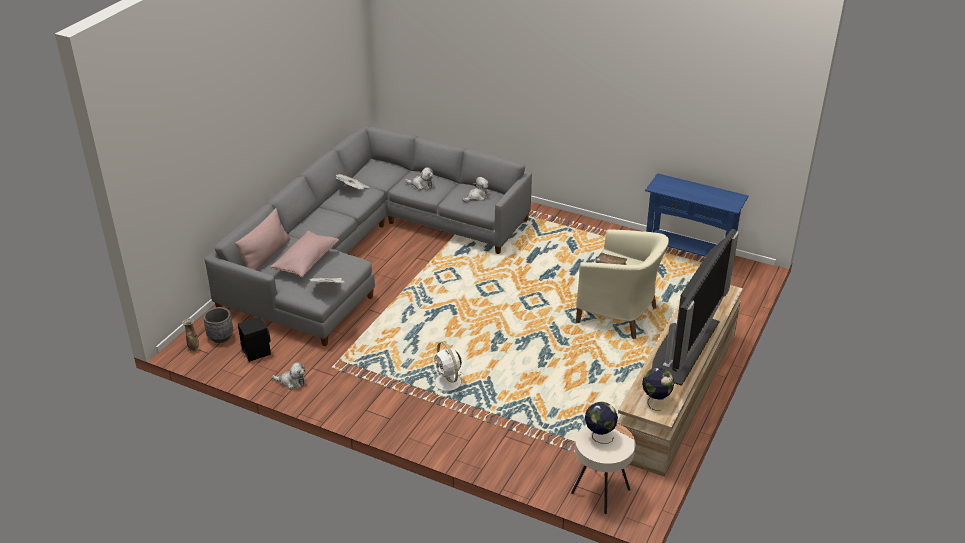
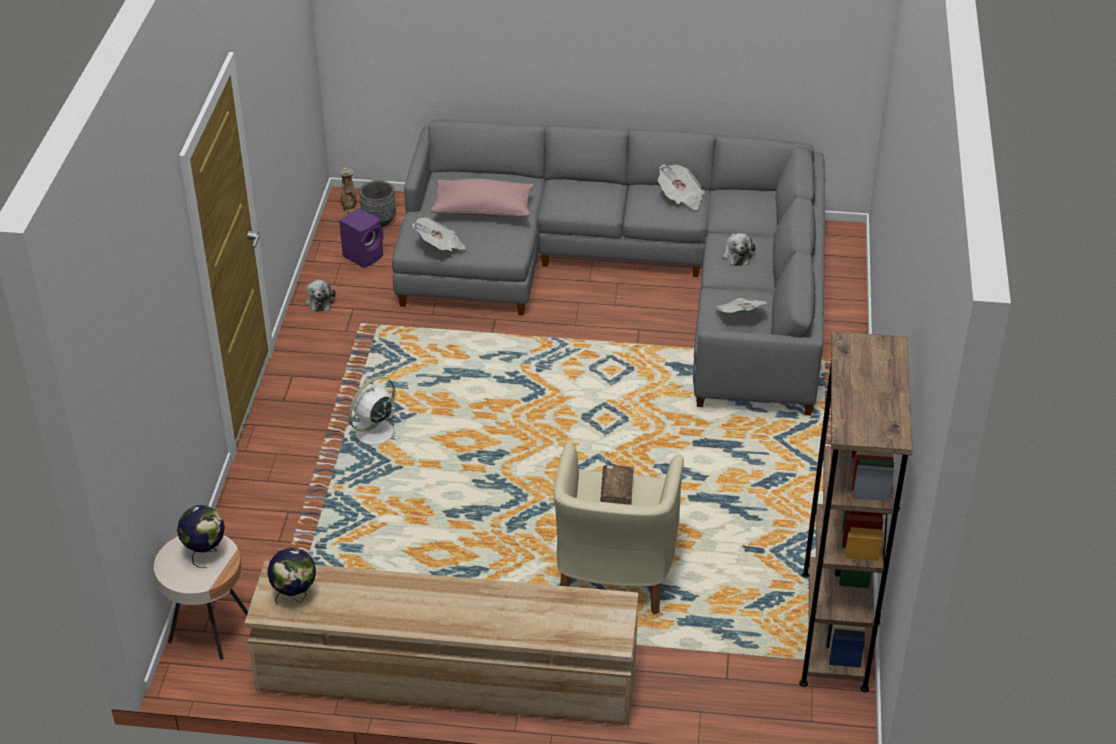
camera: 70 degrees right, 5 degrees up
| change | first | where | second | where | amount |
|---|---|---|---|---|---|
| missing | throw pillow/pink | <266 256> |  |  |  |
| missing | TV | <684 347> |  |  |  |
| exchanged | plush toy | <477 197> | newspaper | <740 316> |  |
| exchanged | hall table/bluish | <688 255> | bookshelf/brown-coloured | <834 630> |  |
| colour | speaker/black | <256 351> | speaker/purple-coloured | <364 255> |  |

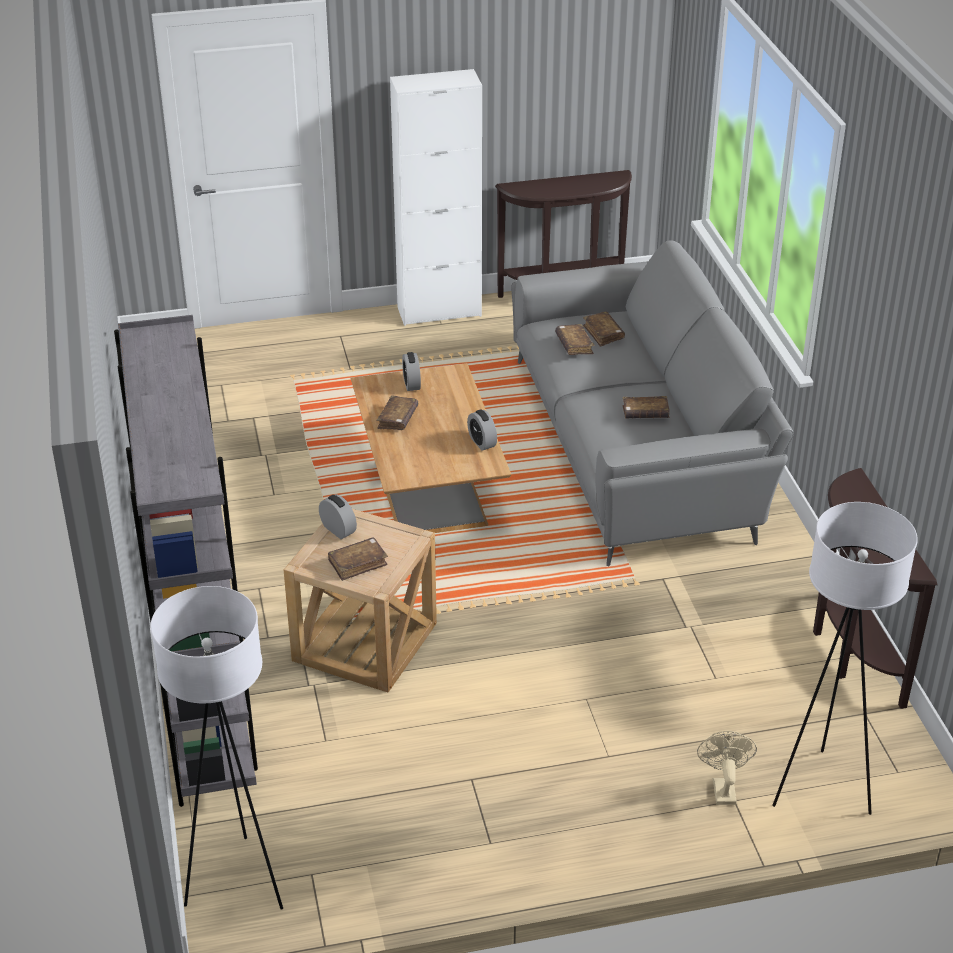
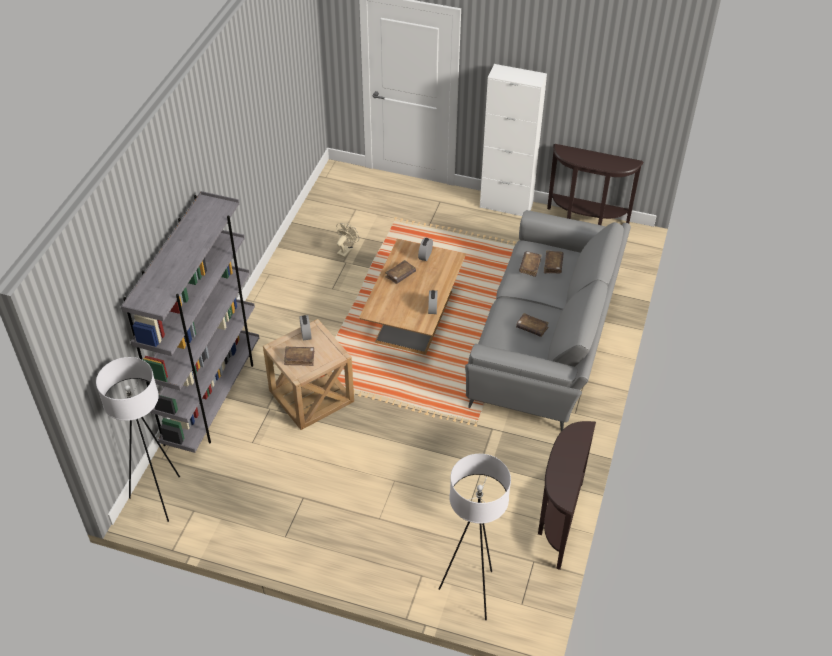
camera: 30 degrees right, 10 degrees up
| change | first | where | second | where | amount |
|---|---|---|---|---|---|
| relocated | fan/beige-coloured | <723 788> |  | <346 250> |  |

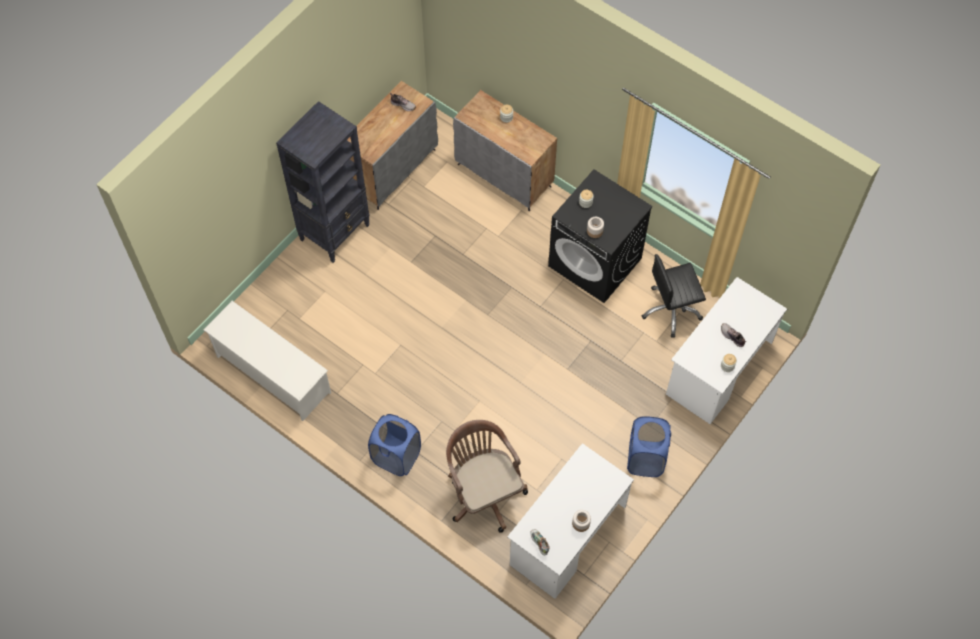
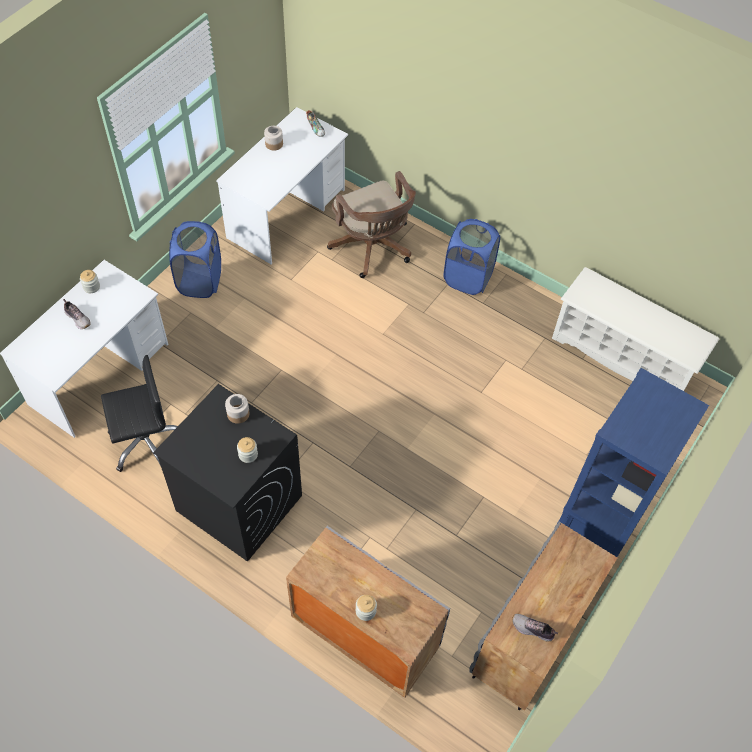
camera: 175 degrees right, 5 degrees down
| change | first | where | second | where | amount |
|---|---|---|---|---|---|
| colour | bookshelf/black | <335 232> | bookshelf/bluish | <591 536> |  |

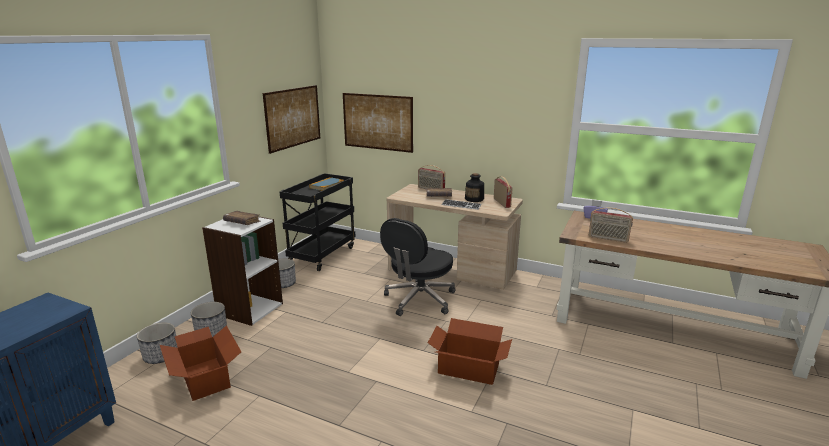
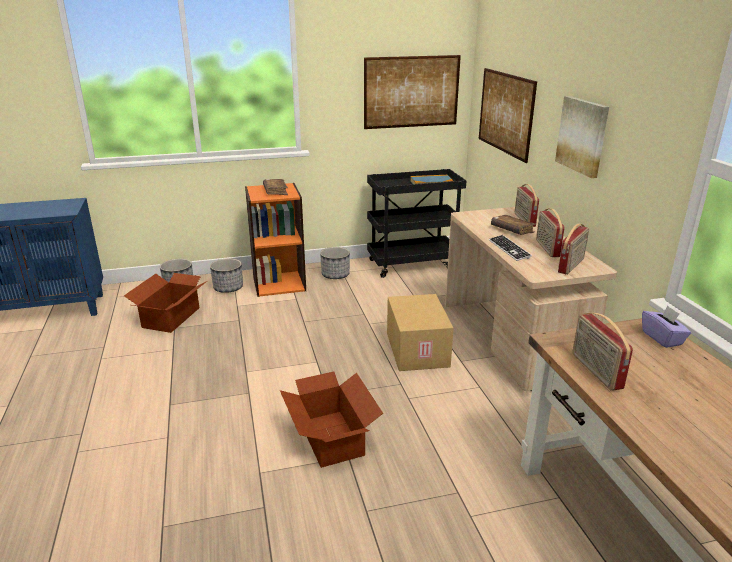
camera: 50 degrees right, 5 degrees up
| change | first | where | second | where | amount |
|---|---|---|---|---|---|
| appeared |  |  | wall picture | <583 135> |  |
| exchanged | computer chair/black | <419 300> | cardboard box | <416 349> |  |
| exchanged | beverage bottle | <474 199> | radio receiver | <546 248> |  |
| colour | bookshelf/white | <249 309> | bookshelf/orange-coloured | <279 283> |  |

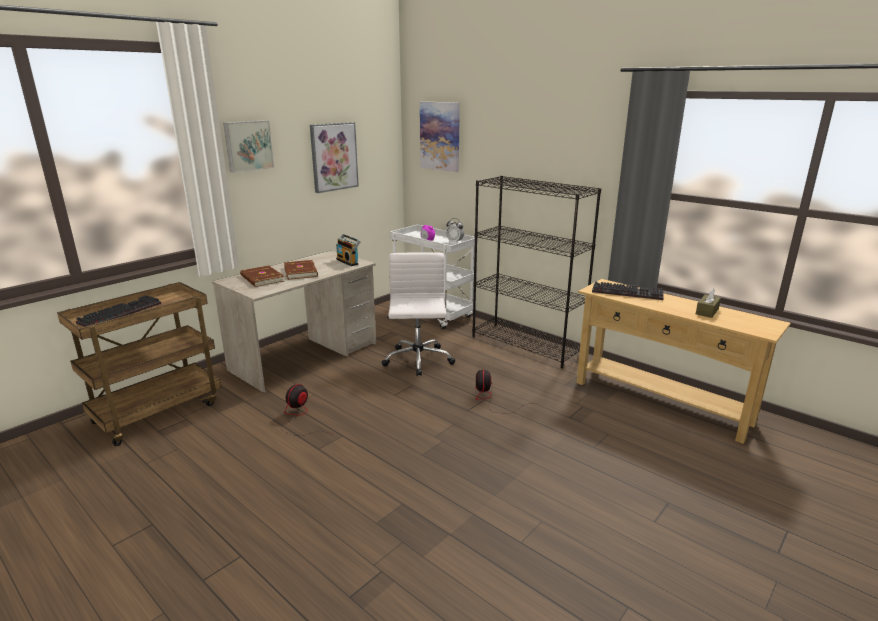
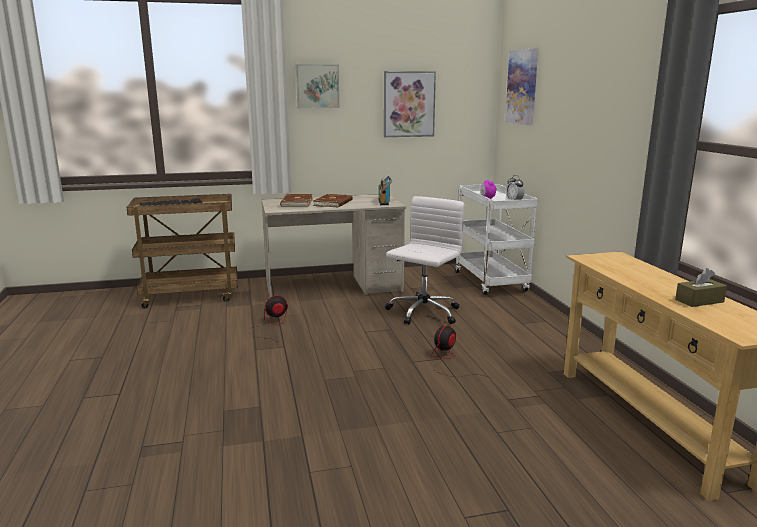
camera: 35 degrees right, 5 degrees down
| change | first | where | second | where | amount |
|---|---|---|---|---|---|
| missing | bookshelf/black | <526 345> |  |  |  |
| missing | computer keyboard | <628 292> |  |  |  |

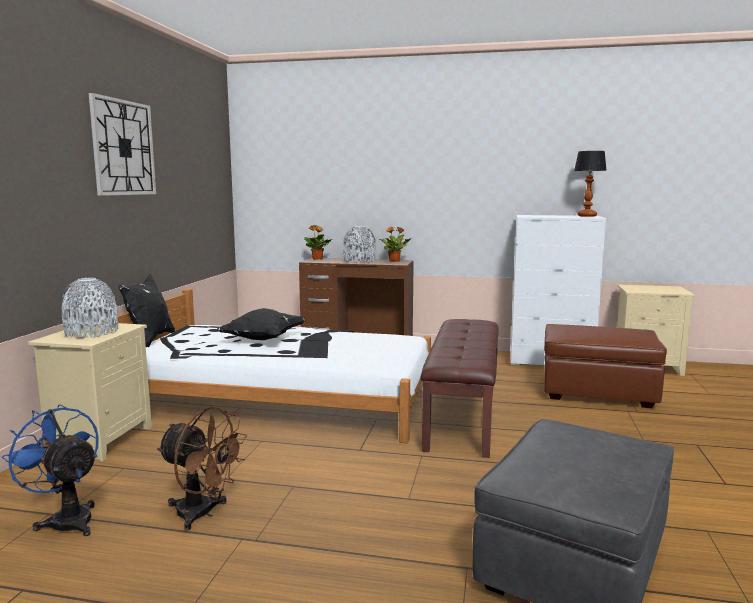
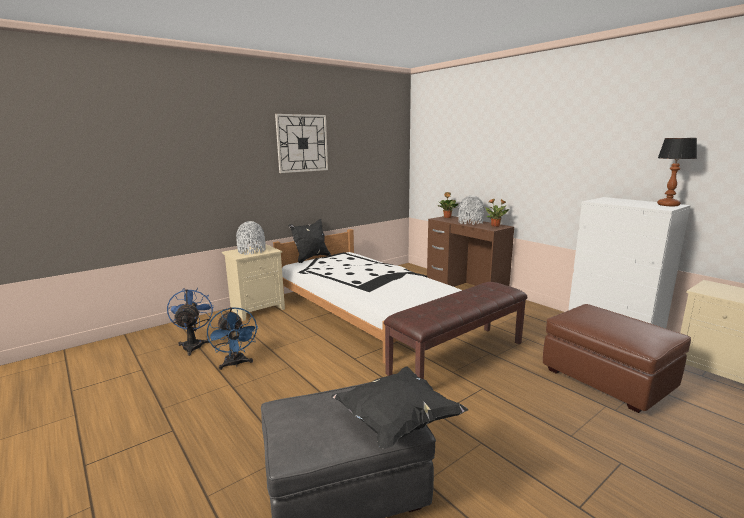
camera: 40 degrees right, 5 degrees up
| change | first | where | second | where | amount |
|---|---|---|---|---|---|
| relocated | throw pillow/black | <263 340> |  | <397 422> |  |
| colour | fan/brown-coloured | <203 514> | fan/bluish | <235 364> |  |

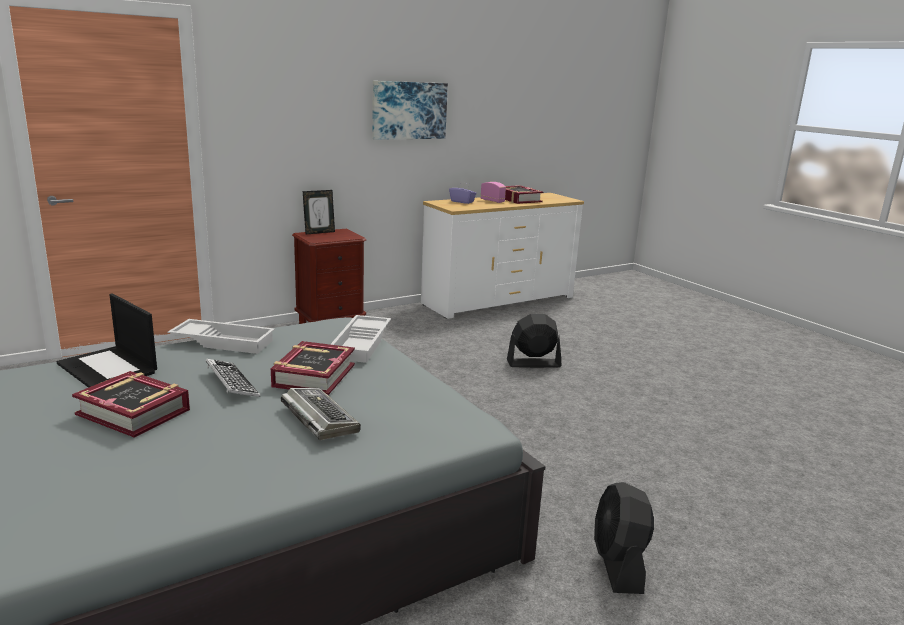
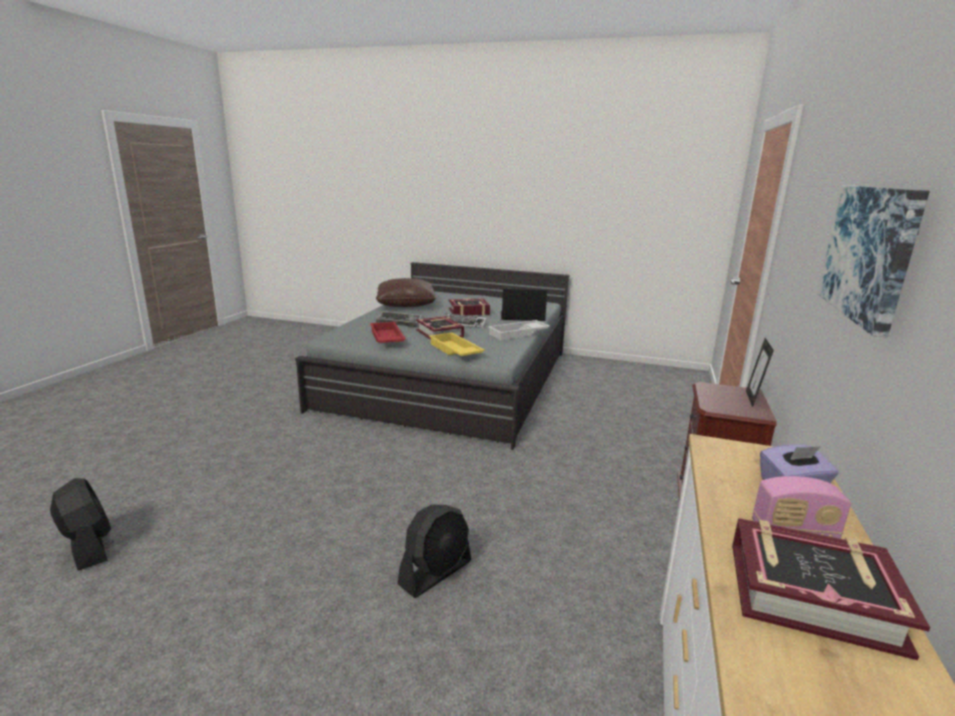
camera: 140 degrees right, 0 degrees up
| change | first | where | second | where | amount |
|---|---|---|---|---|---|
| appeared |  |  | carrying tray/red | <386 338> |  |
| appeared |  |  | throw pillow/brown-coloured | <406 304> |  |
| relocated | fan/black | <618 564> |  | <88 546> |  |
| colour | carrying tray/white | <362 344> | carrying tray/yellow-coloured | <454 351> |  |

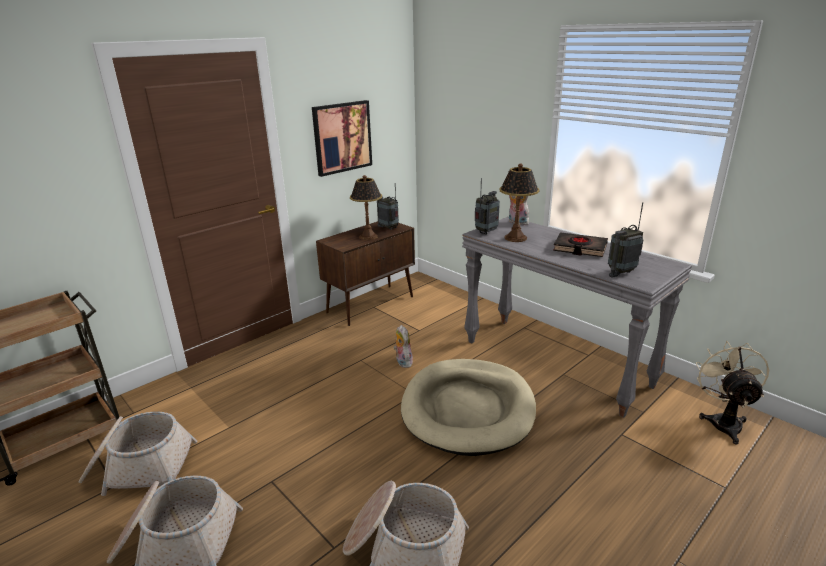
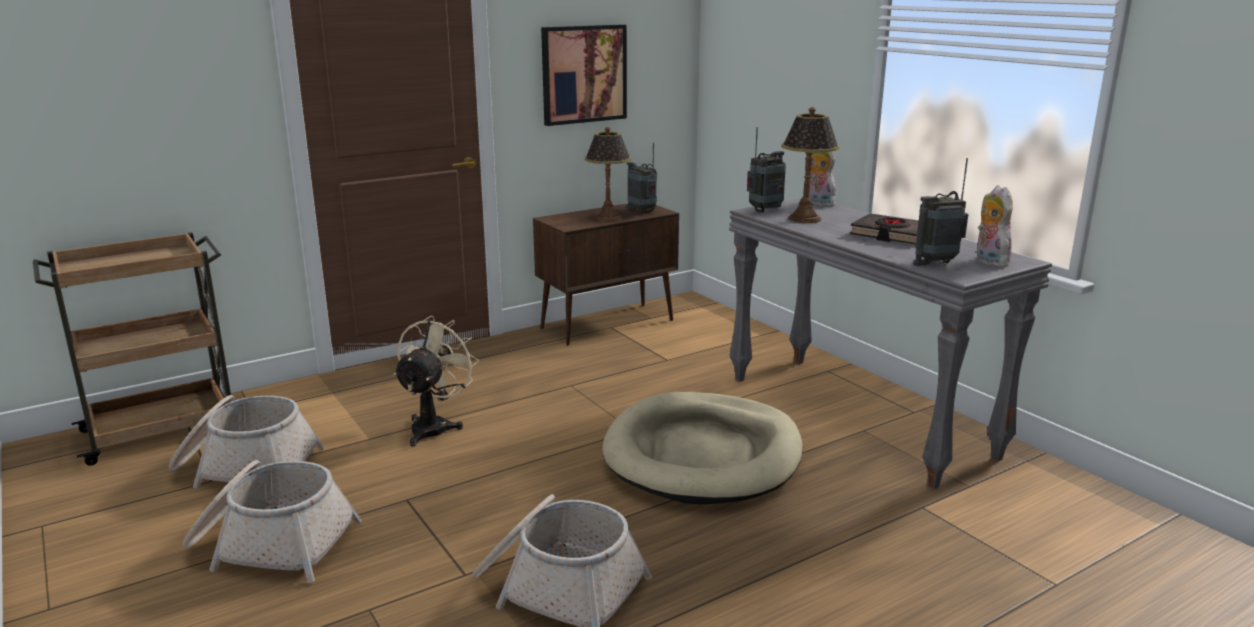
camera: 10 degrees right, 5 degrees down
| change | first | where | second | where | amount |
|---|---|---|---|---|---|
| relocated | plush toy | <402 362> |  | <988 261> |  |
| relocated | fan/beige-coloured | <723 421> |  | <435 426> |  |

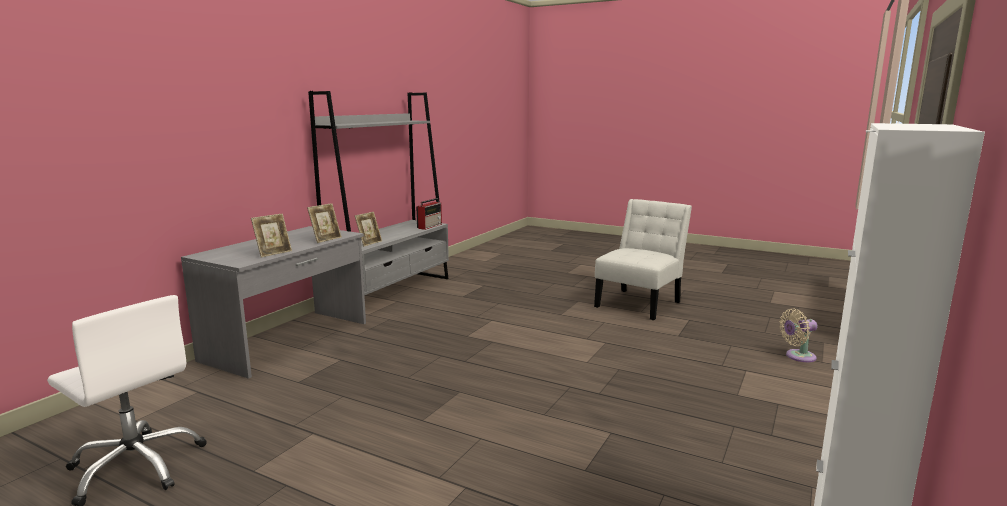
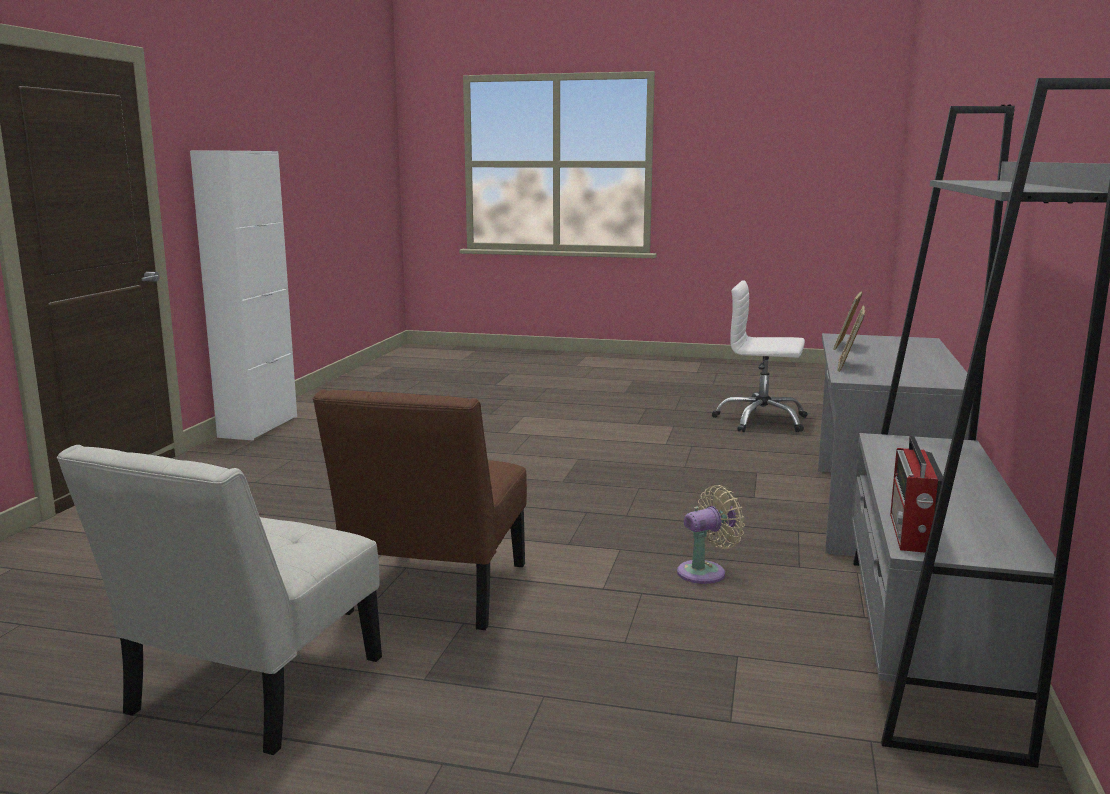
camera: 165 degrees right, 0 degrees up
| change | first | where | second | where | amount |
|---|---|---|---|---|---|
| missing | picture frame | <369 243> |  |  |  |
| appeared |  |  | chair/brown-coloured | <433 594> |  |
| relocated | fan/beige-coloured | <797 356> |  | <706 572> |  |

